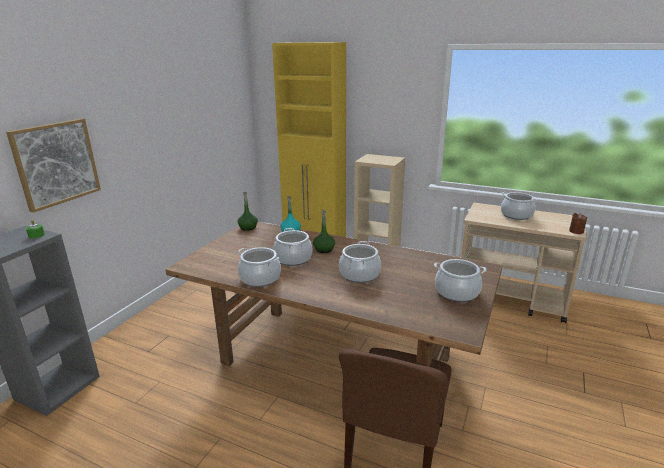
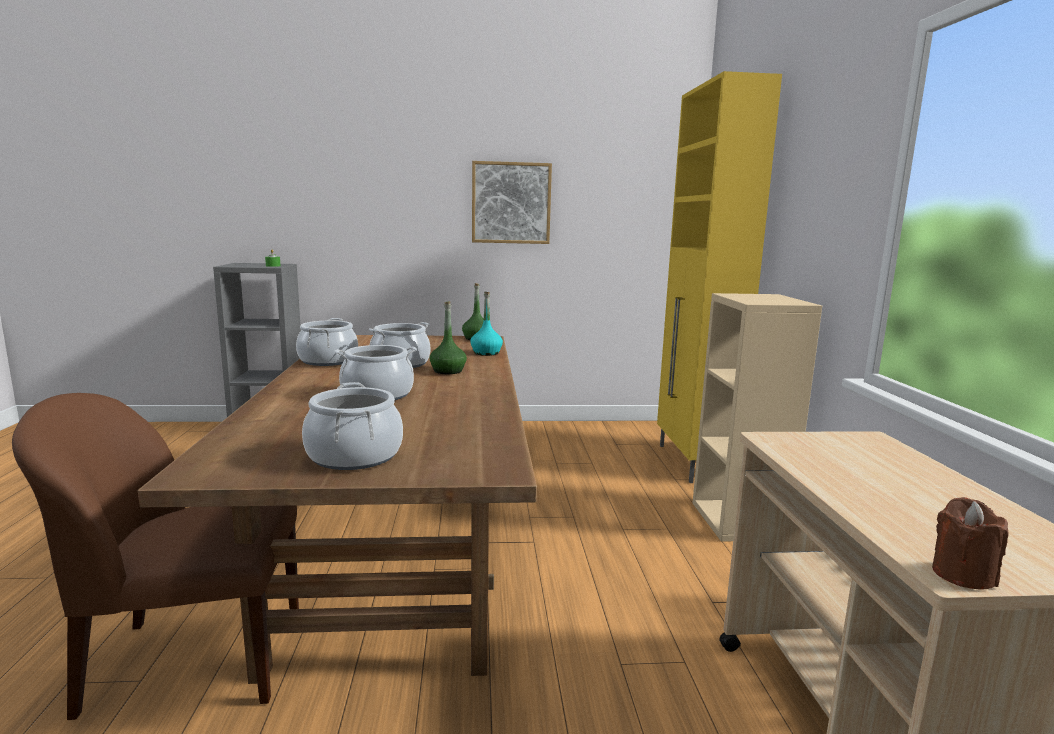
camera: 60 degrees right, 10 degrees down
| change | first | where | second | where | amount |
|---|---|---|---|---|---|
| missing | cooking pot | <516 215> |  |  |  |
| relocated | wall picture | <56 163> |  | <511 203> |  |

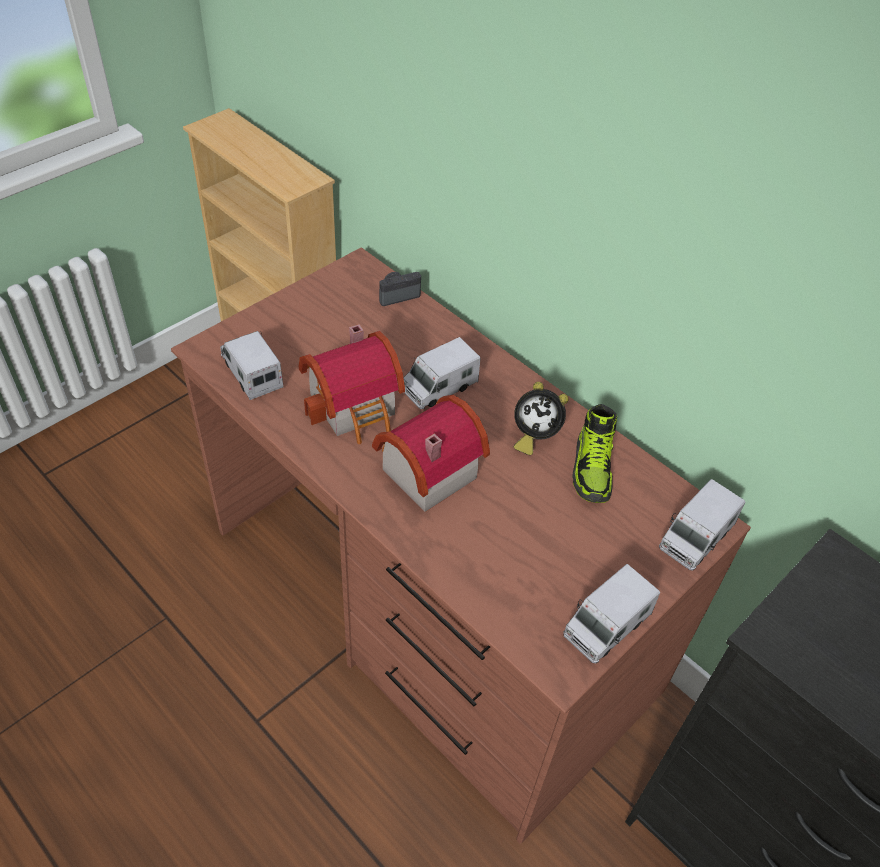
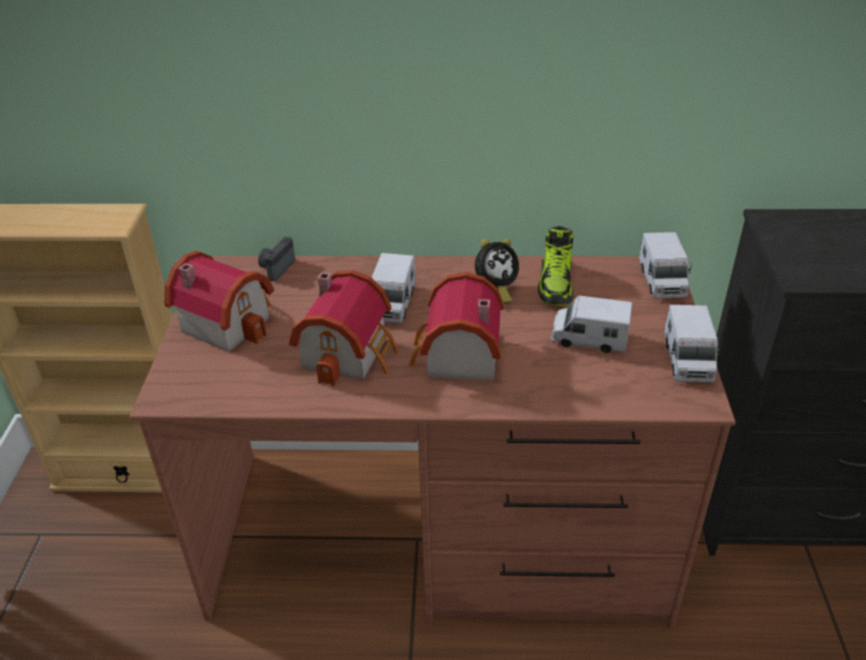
camera: 40 degrees left, 10 degrees down
| change | first | where | second | where | amount |
|---|---|---|---|---|---|
| appeared |  |  | miniature house | <228 321> |  |
| relocated | toy lorry | <252 373> |  | <589 339> |  |
| spun | item of footwear | <592 469> |  | <556 284> | 45 degrees clockwise |

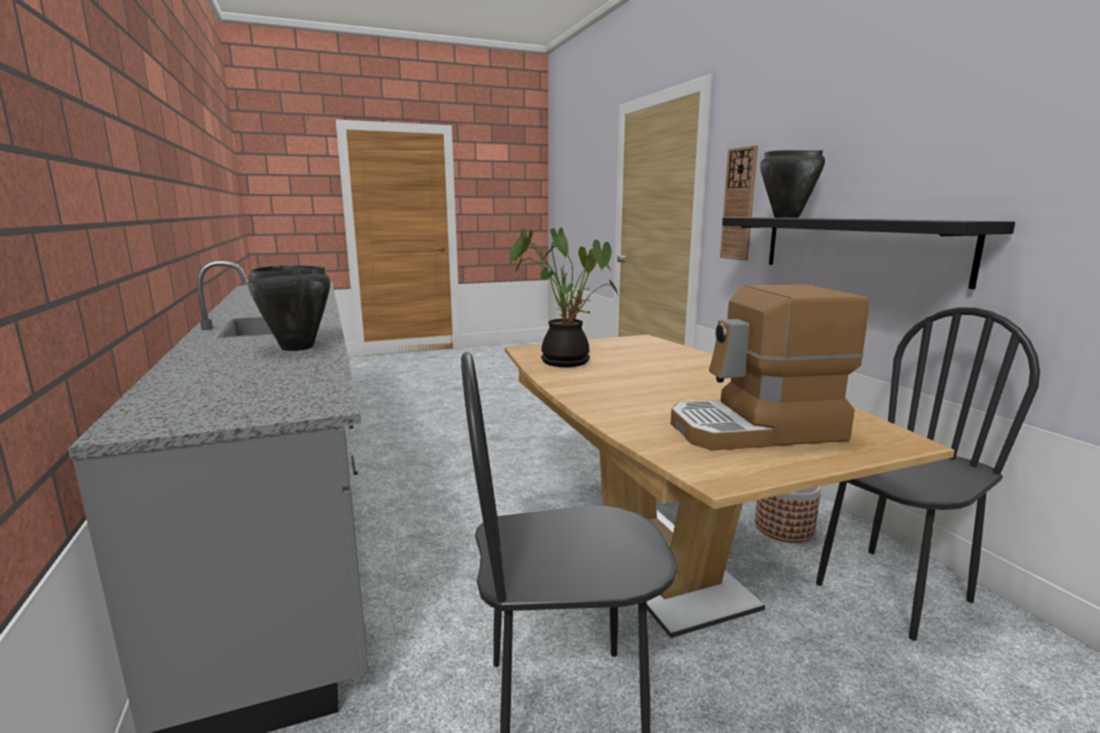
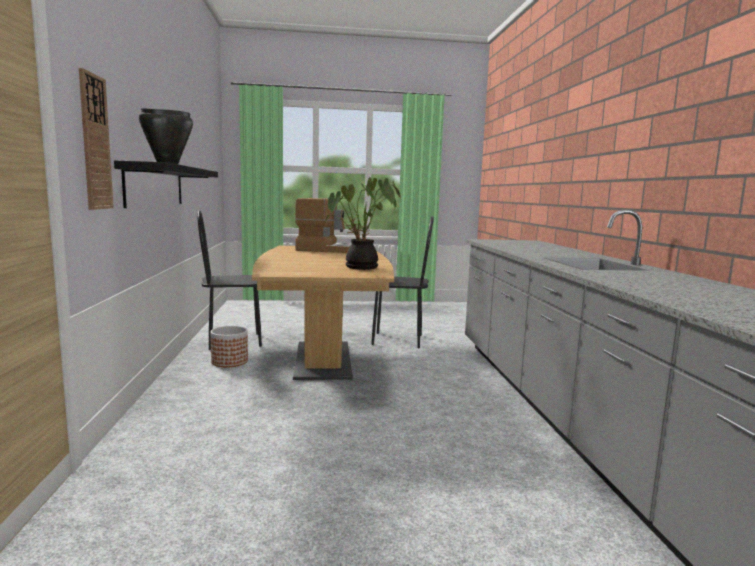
camera: 165 degrees left, 5 degrees down
| change | first | where | second | where | amount |
|---|---|---|---|---|---|
| missing | cooking pot/black | <297 348> |  |  |  |

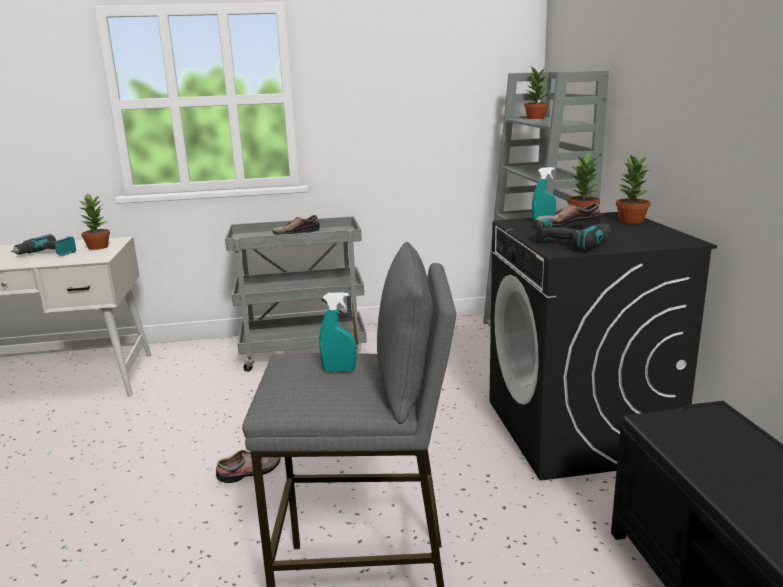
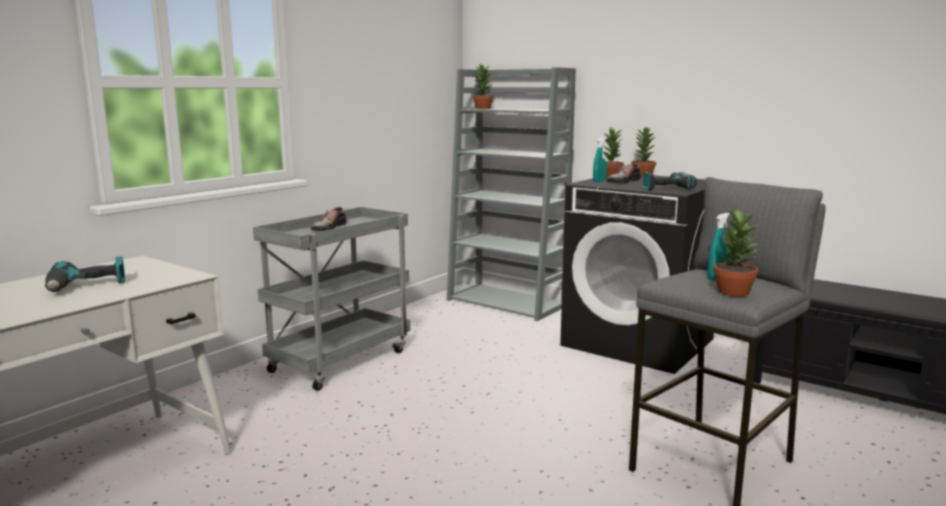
camera: 45 degrees left, 5 degrees down
| change | first | where | second | where | amount |
|---|---|---|---|---|---|
| missing | item of footwear | <251 472> |  |  |  |
| relocated | houseplant | <98 247> |  | <732 291> |  |

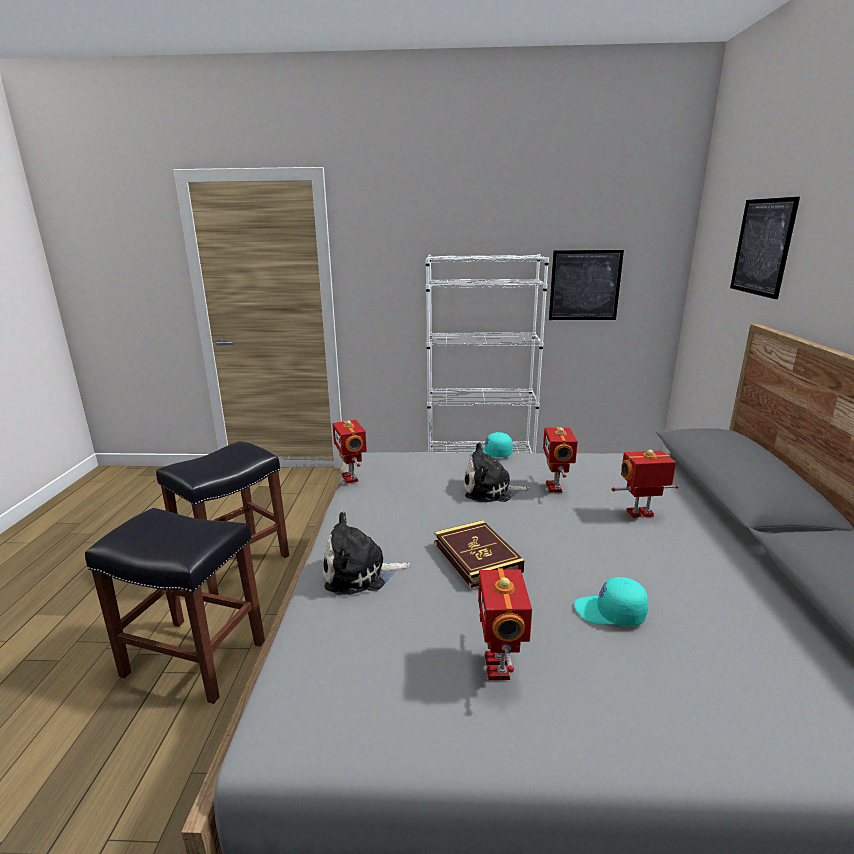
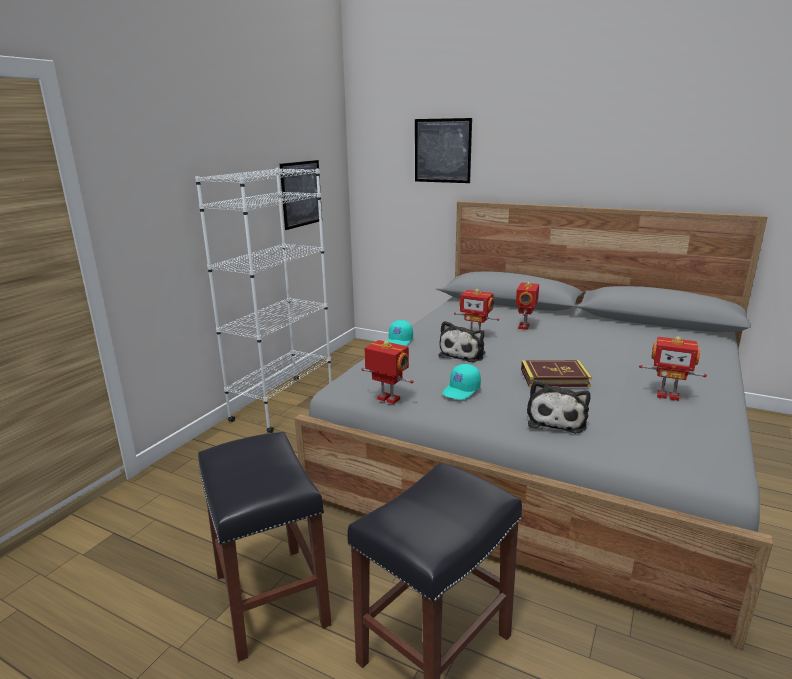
camera: 65 degrees left, 0 degrees up
| change | first | where | second | where | amount |
|---|---|---|---|---|---|
| relocated | baseball cap/turquoise-coloured | <610 613> |  | <461 390> |  |
| spun | toy robot | <351 478> |  | <387 399> | 150 degrees counterclockwise |

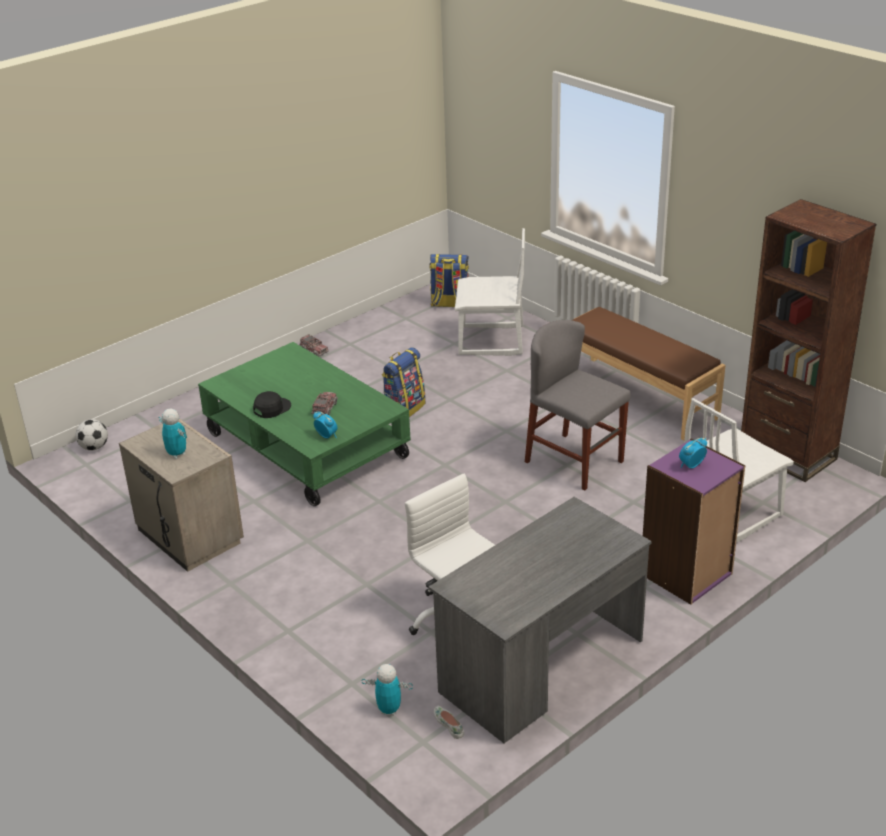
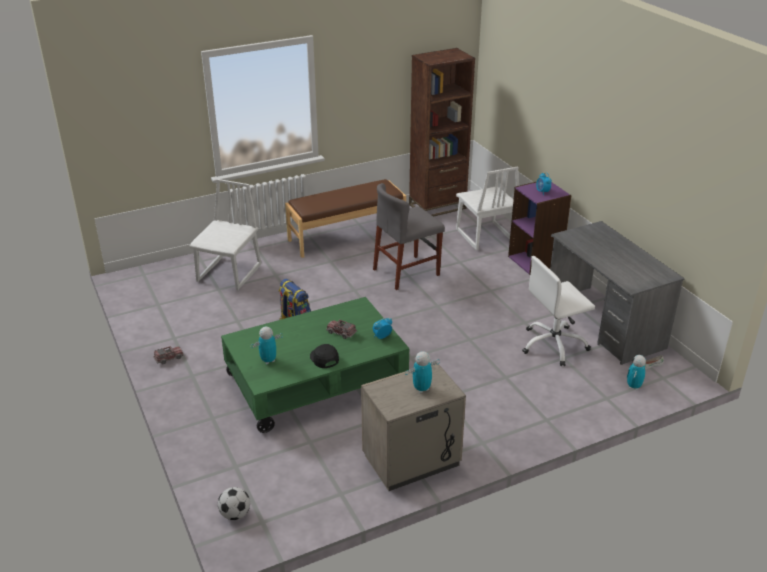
camera: 75 degrees left, 0 degrees up
| change | first | where | second | where | amount |
|---|---|---|---|---|---|
| missing | rucksack | <449 304> |  |  |  |
| appeared |  |  | toy robot | <268 360> |  |

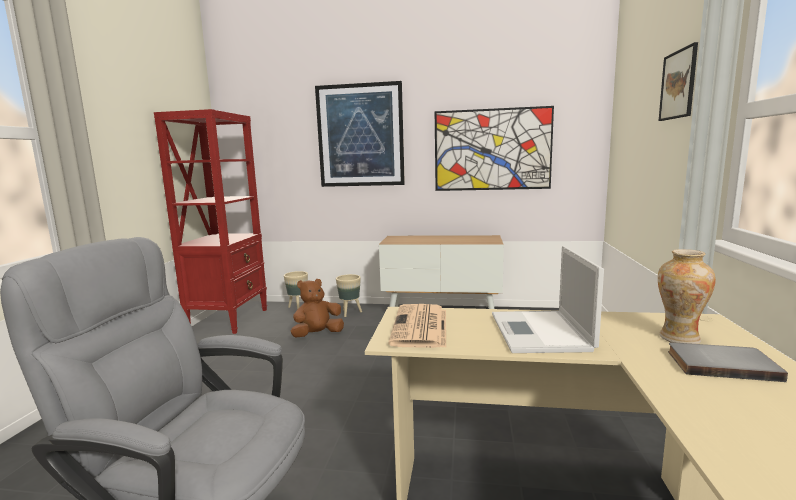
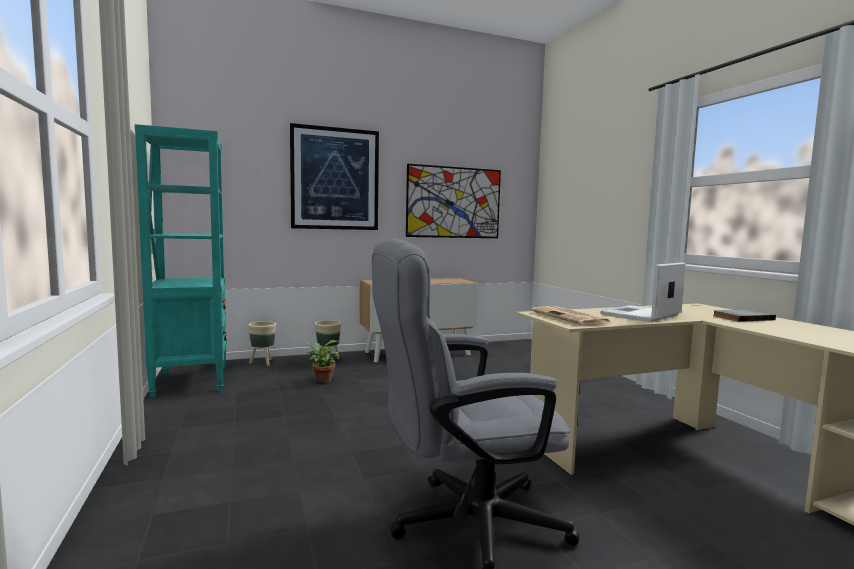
camera: 30 degrees left, 5 degrees down
| change | first | where | second | where | amount |
|---|---|---|---|---|---|
| missing | flower vase | <679 338> |  |  |  |
| missing | wall picture | <678 84> |  |  |  |
| exchanged | plush toy/brown-coloured | <317 335> | houseplant | <321 380> |  |
| colour | bookshelf/red | <229 320> | bookshelf/turquoise-coloured | <191 380> |  |
| spun | notebook computer | <540 333> |  | <640 315> | 75 degrees clockwise |

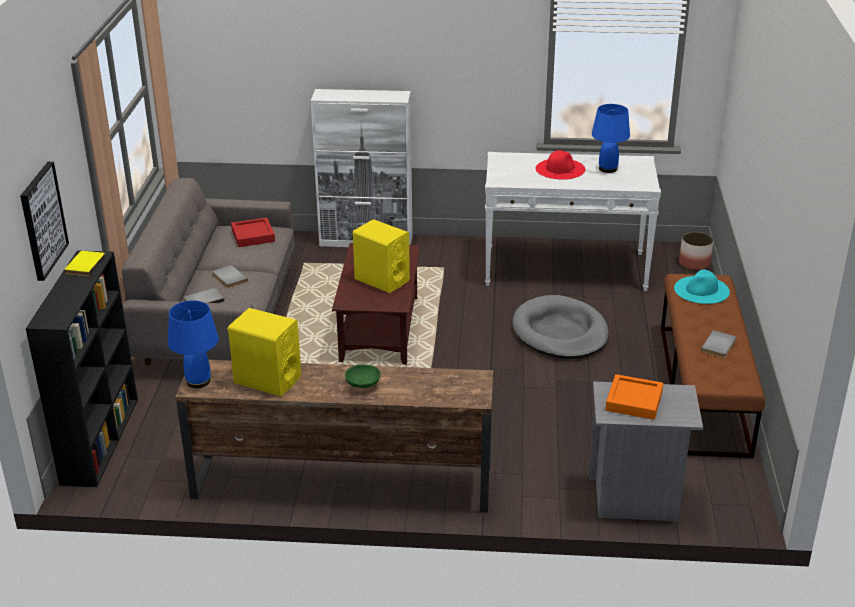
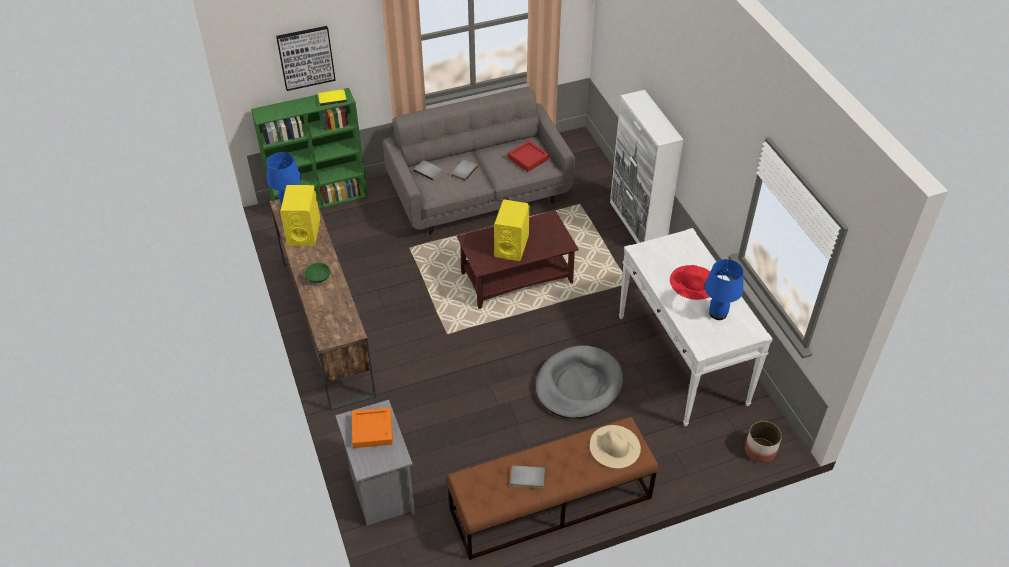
camera: 65 degrees right, 15 degrees up
| change | first | where | second | where | amount |
|---|---|---|---|---|---|
| colour | bookshelf/black | <100 439> | bookshelf/green | <320 200> |  |
| colour | clothing hat/turquoise-coloured | <701 290> | clothing hat/beige-coloured | <614 446> |  |

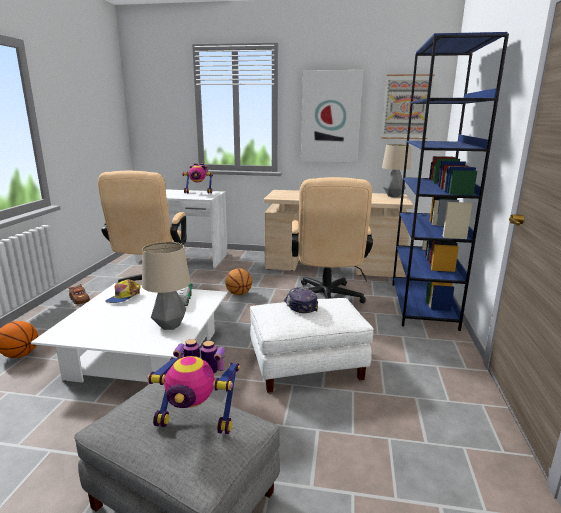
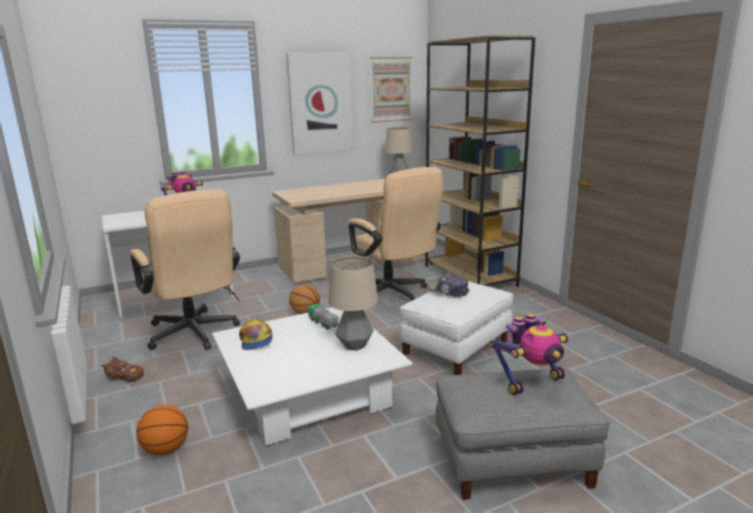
camera: 35 degrees left, 0 degrees up
| change | first | where | second | where | amount |
|---|---|---|---|---|---|
| colour | bookshelf/bluish | <423 305> | bookshelf/brown-coloured | <470 276> |  |

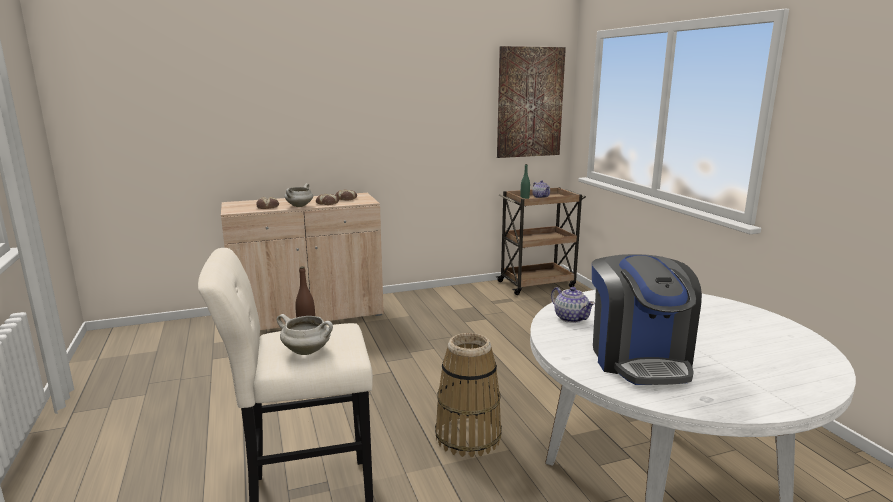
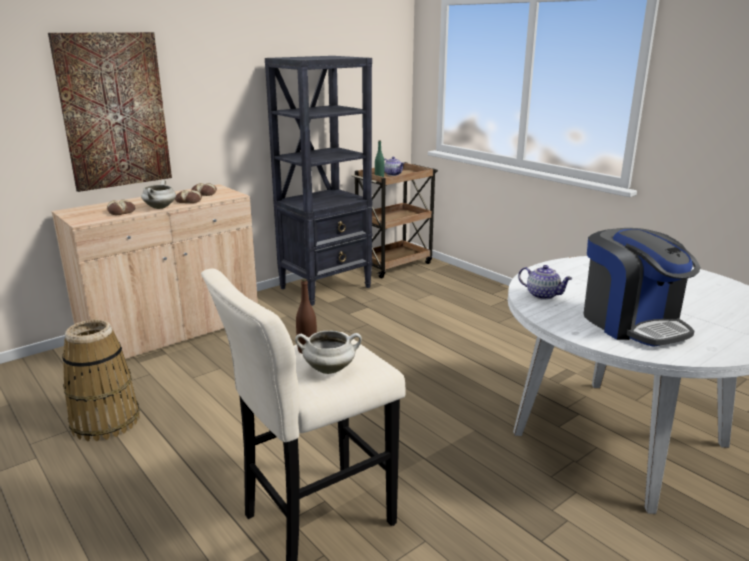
camera: 20 degrees left, 5 degrees up
| change | first | where | second | where | amount |
|---|---|---|---|---|---|
| appeared |  |  | bookshelf/black | <326 287> |  |
| relocated | storage basket | <467 436> |  | <105 421> |  |
| relocated | wall picture | <530 102> |  | <114 111> |  |

